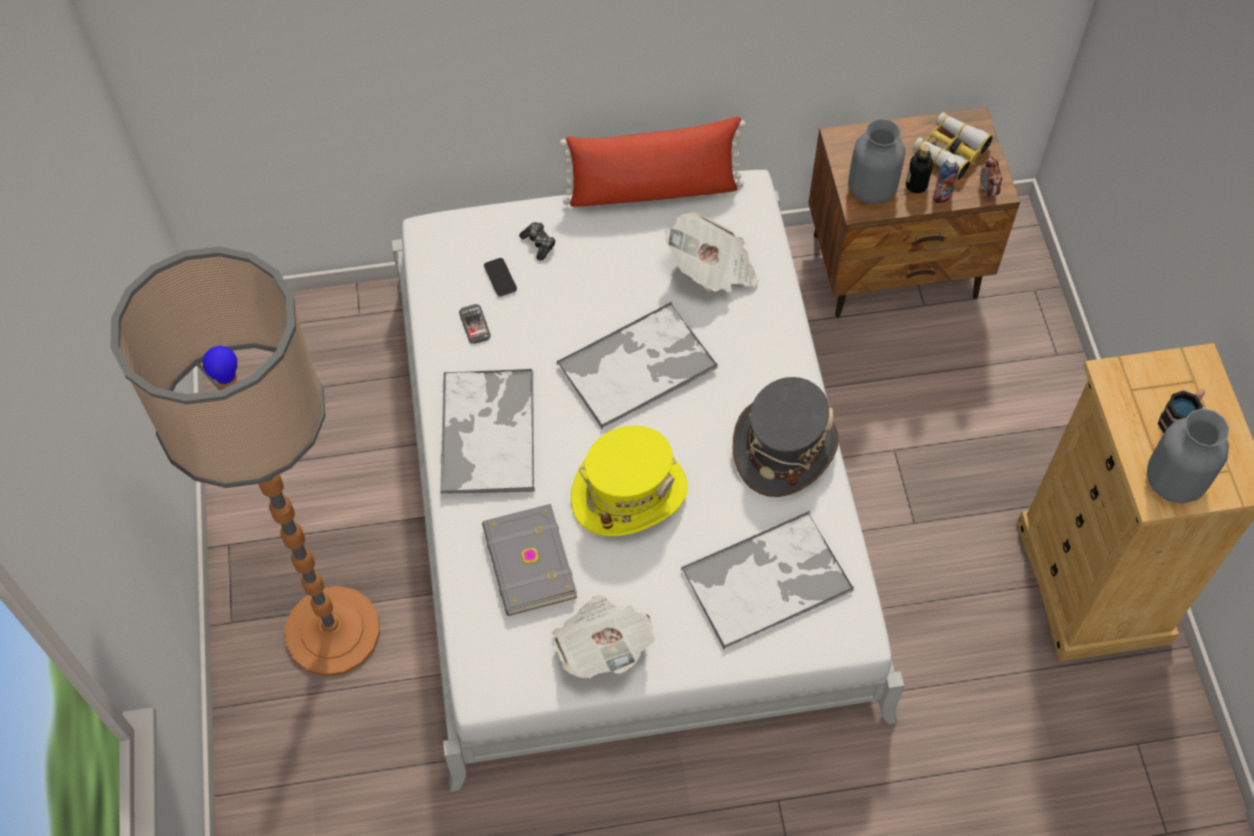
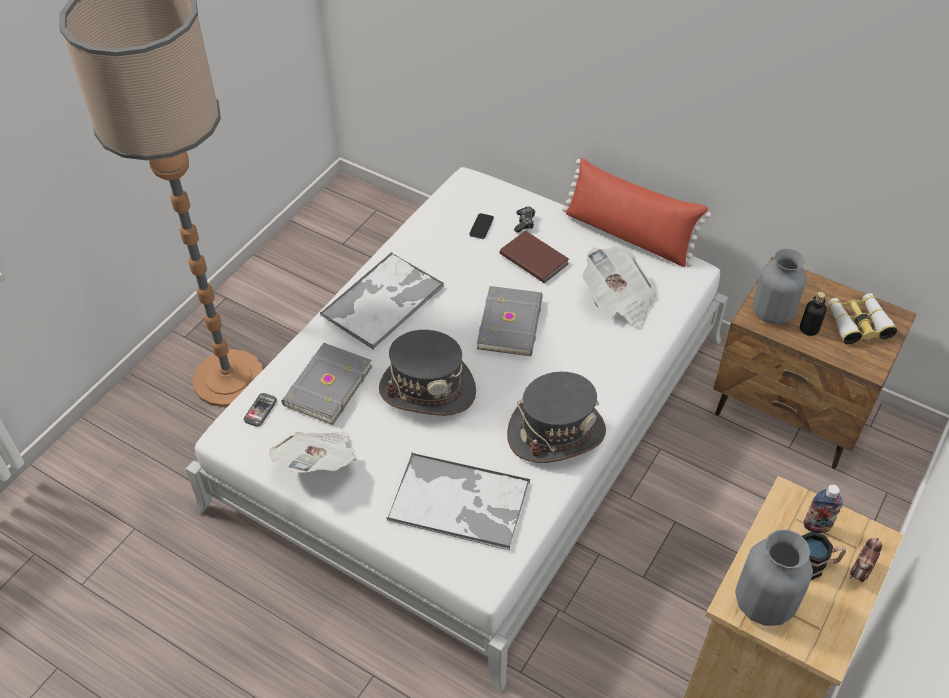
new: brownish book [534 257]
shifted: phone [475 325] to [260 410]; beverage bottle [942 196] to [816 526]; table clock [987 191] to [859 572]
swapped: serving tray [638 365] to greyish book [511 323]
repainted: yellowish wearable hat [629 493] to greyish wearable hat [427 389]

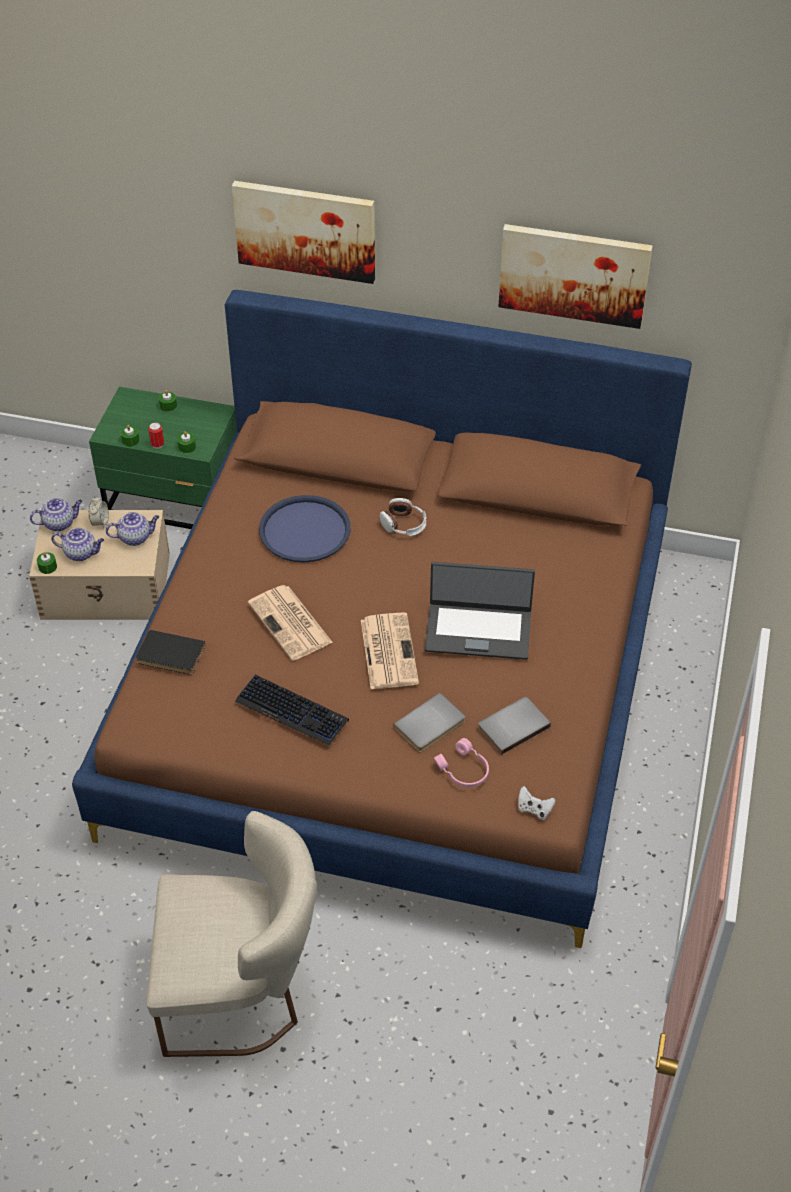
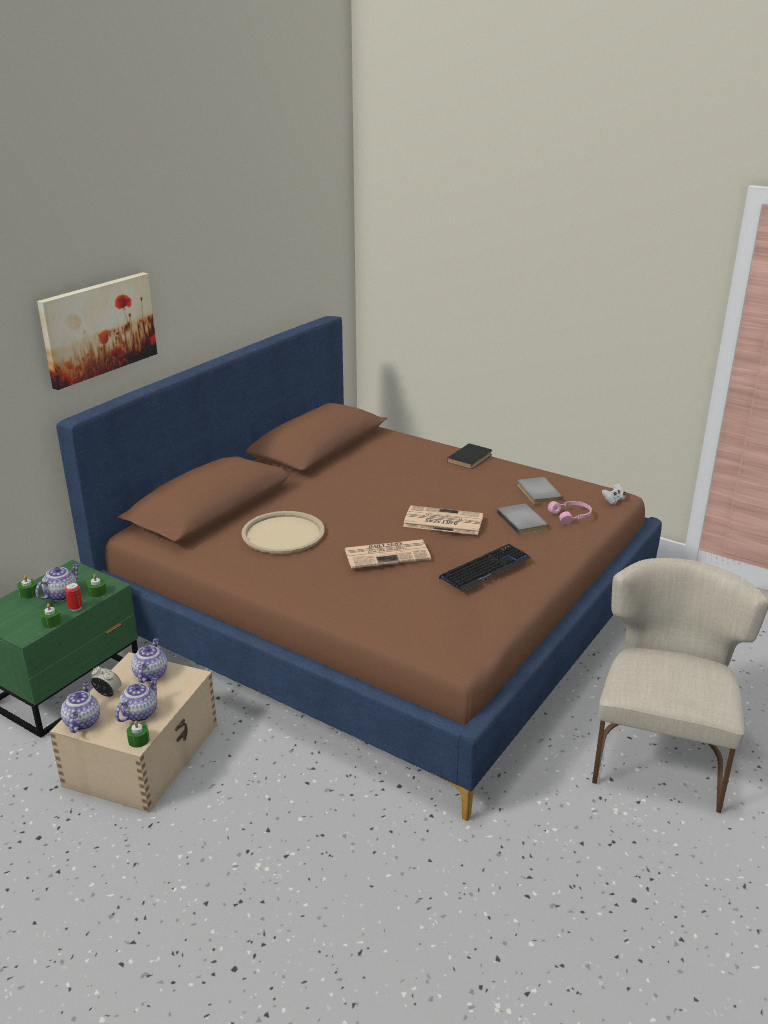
gone: pair of headphones [403 524]; notebook computer [478 630]; picture [574 274]
new: tea pot [61 594]
shifted: black-coloured book [170 656] to [471 458]
repainted: bluish serving tray [305 530] to beige-coloured serving tray [283 533]

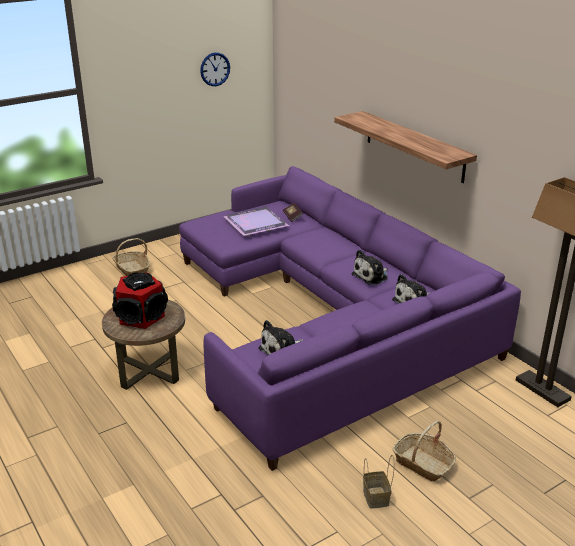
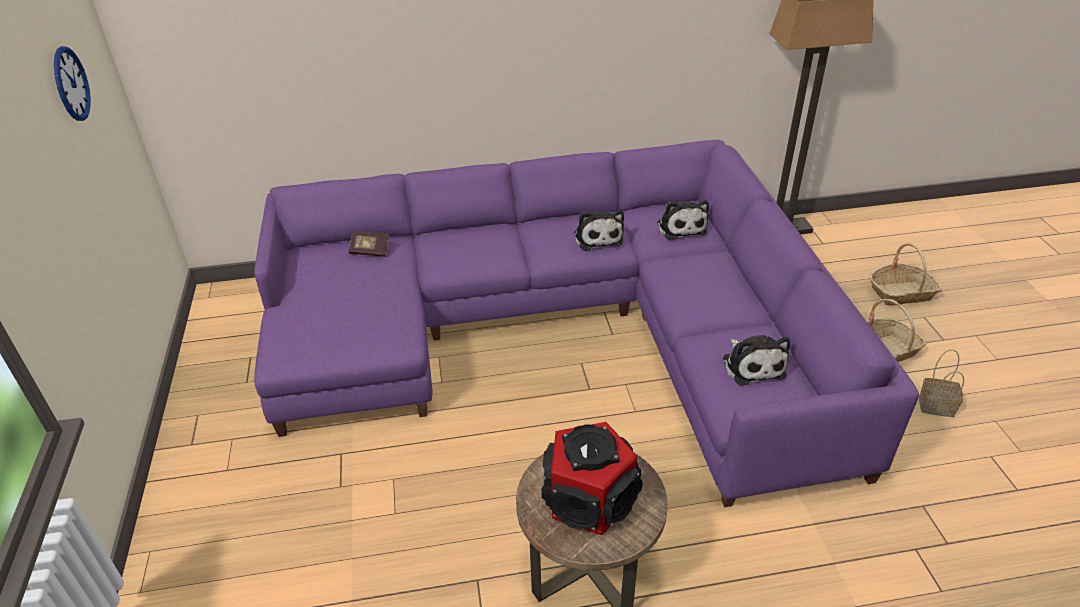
gone: purplish serving tray [256 222]; wall shelf [414 146]
shifted: household basket [132 269] to [901 293]

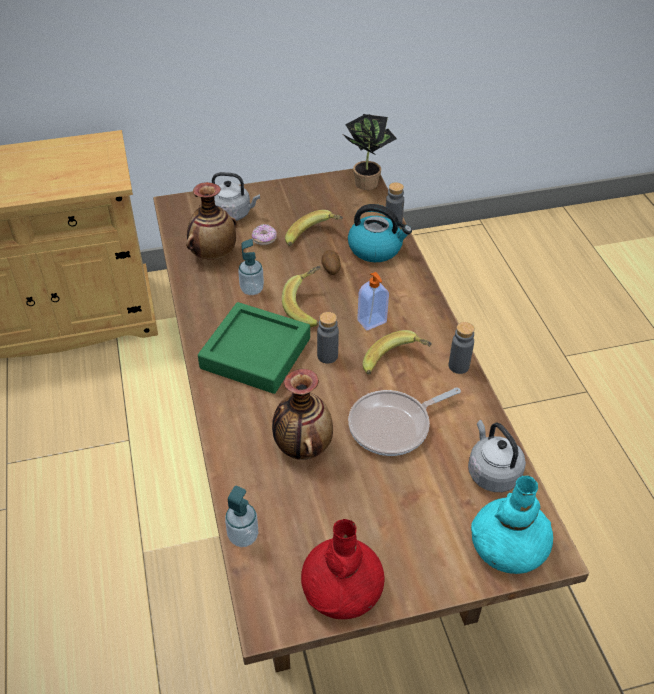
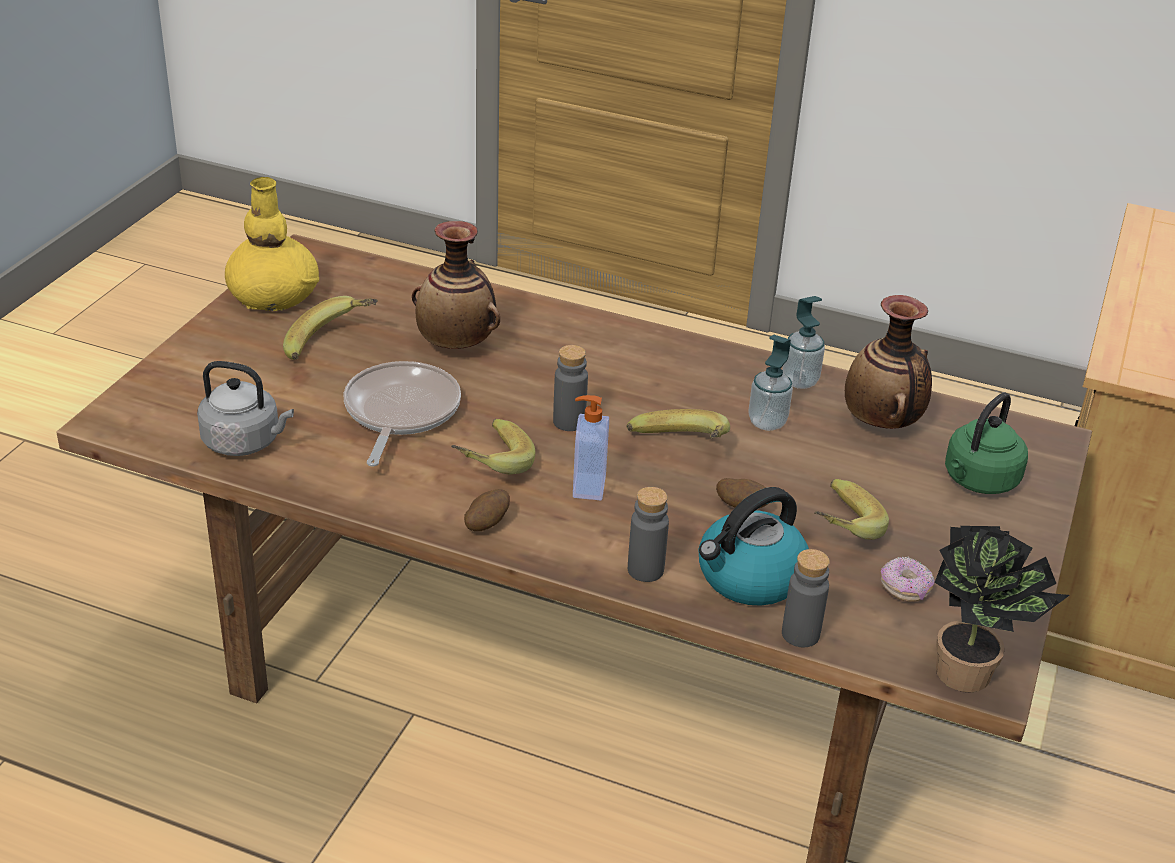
gone: green serving tray [255 353]; turquoise flower vase [508 547]
new: whole banana [332 345]; whole potato [486 524]
shifted: greyish beverage bottle [458 366] to [645 570]; soap bottle [243 536] to [799 381]; doughnut [264 240] to [905 589]
repainted: red-coloured flower vase [342 589] to yellowish flower vase [273 296]; greyish kettle [233 214] to green kettle [978 481]

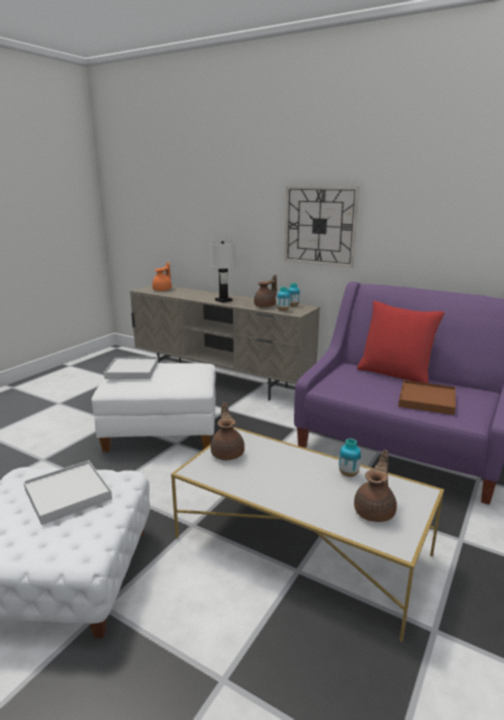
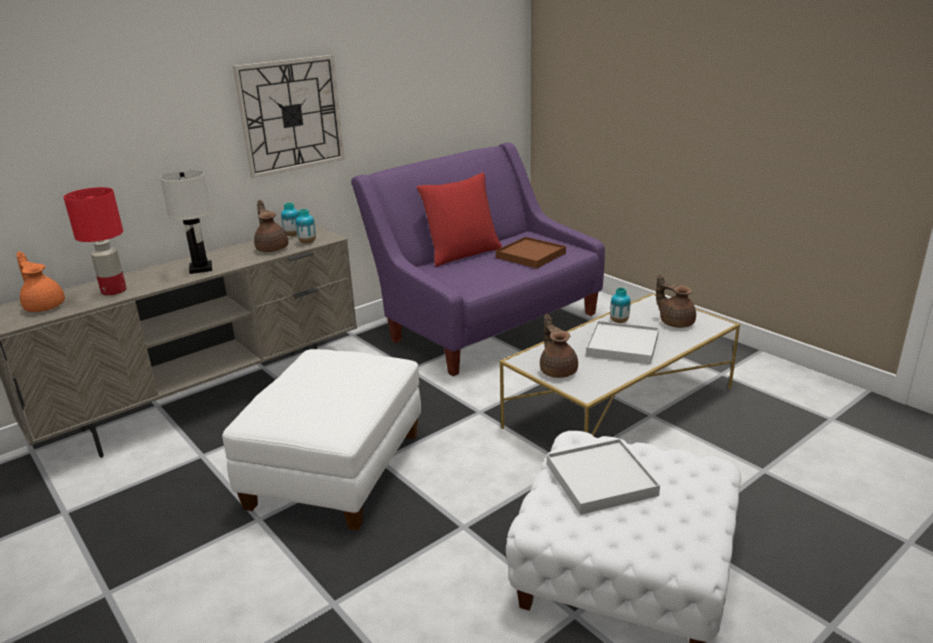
new: red-coloured table lamp [114 291]
shifted: whitish serving tray [132 370] to [622 346]
rotated: brownish tea pot [228 453] = [558 370] 60 degrees clockwise

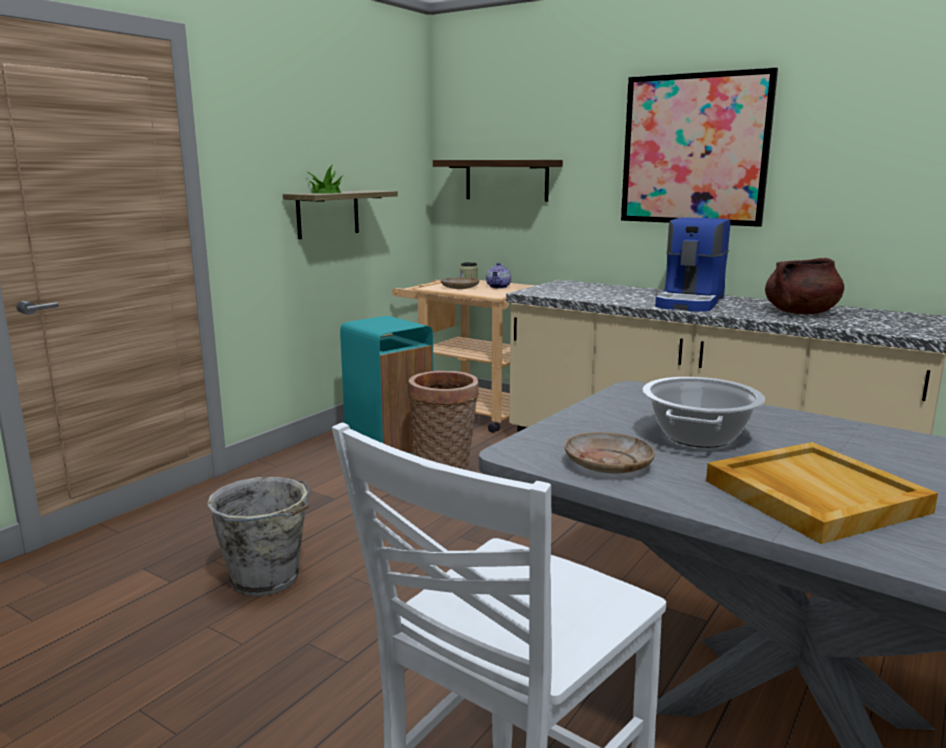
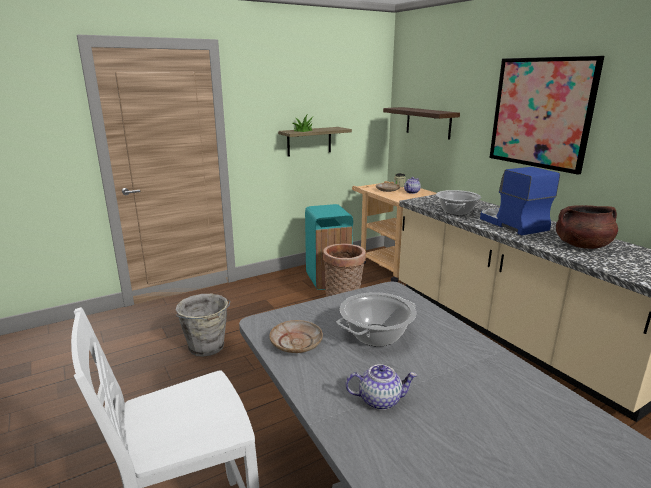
new: stockpot [456 212]
swapped: beige-coloured serving tray [812 496] to tea pot [380 400]
rotated: coffee brewer [691 302] = [511 224] 105 degrees clockwise

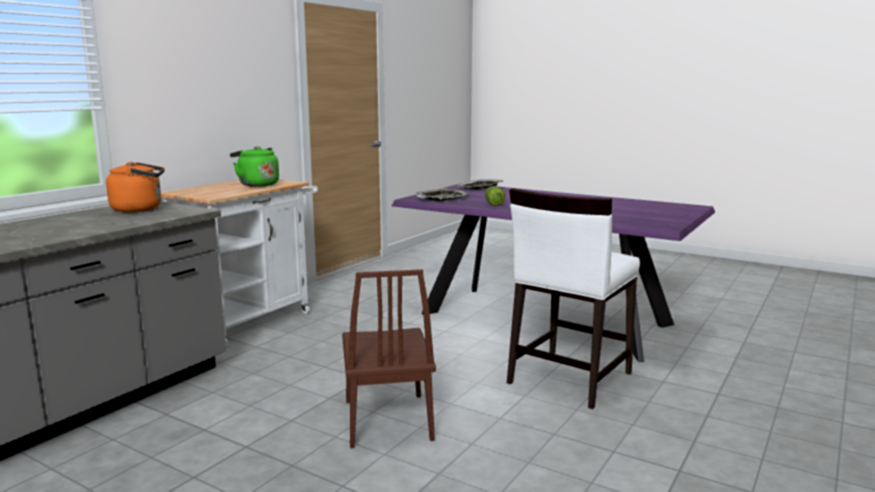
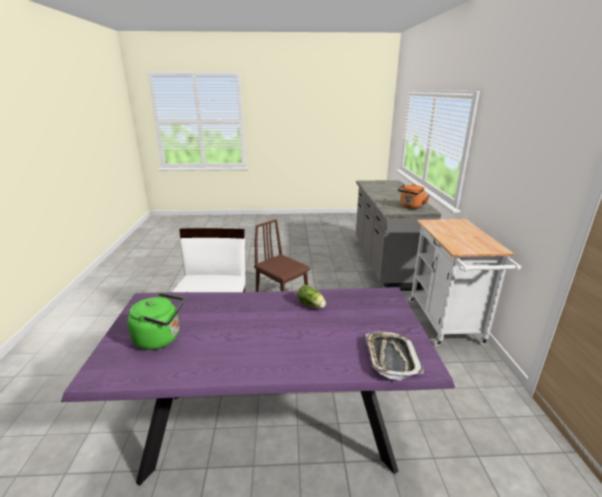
gone: serving tray [442 198]
shifted: green kettle [257 184] to [161 338]

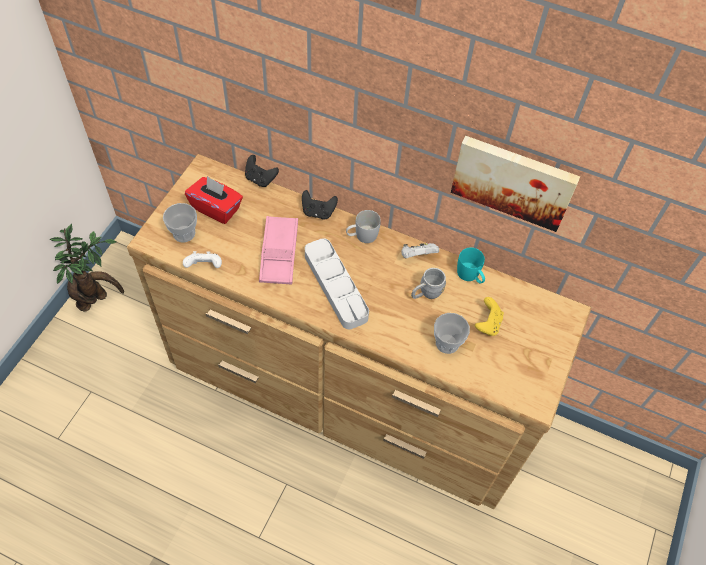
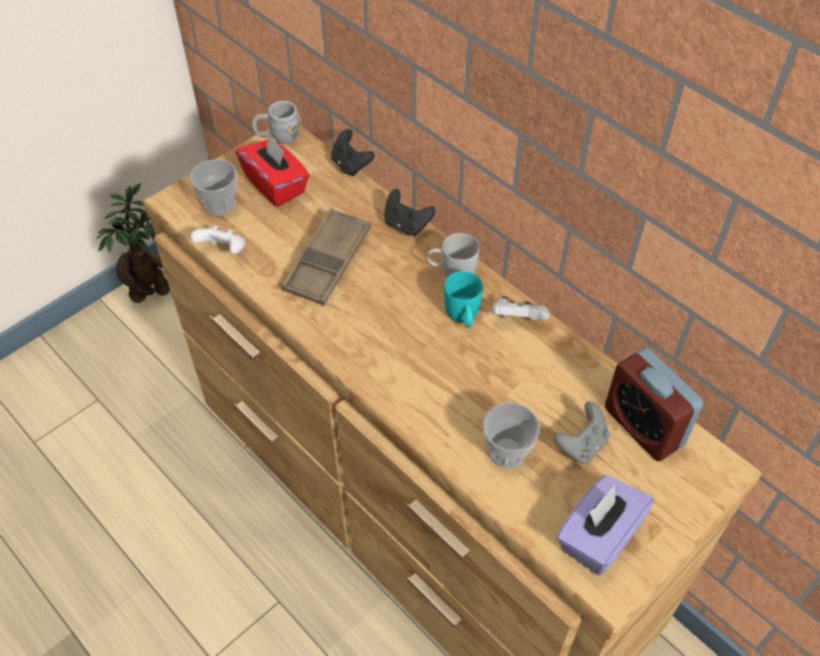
gone: greyish serving tray [335 286]; picture [513 181]
new: purplish tissue holder [598 536]; table clock [643 426]
shifted: greyish tea mug [426 293] to [278 137]; turquoise tea mug [470 276] to [463 316]
repainted: pink serving tray [279 253] to brownish serving tray [328 262]; yellowish joypad [487 324] to greyish joypad [581 445]

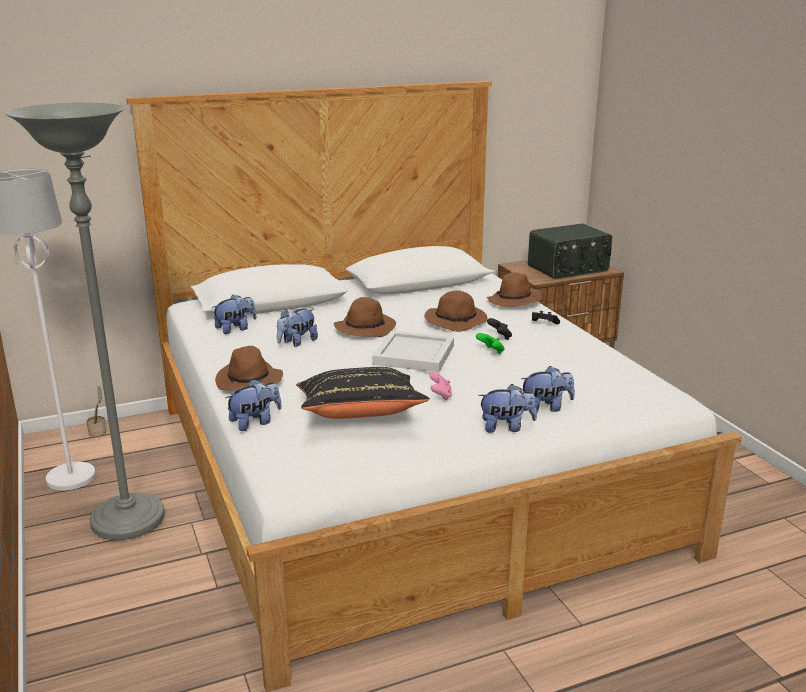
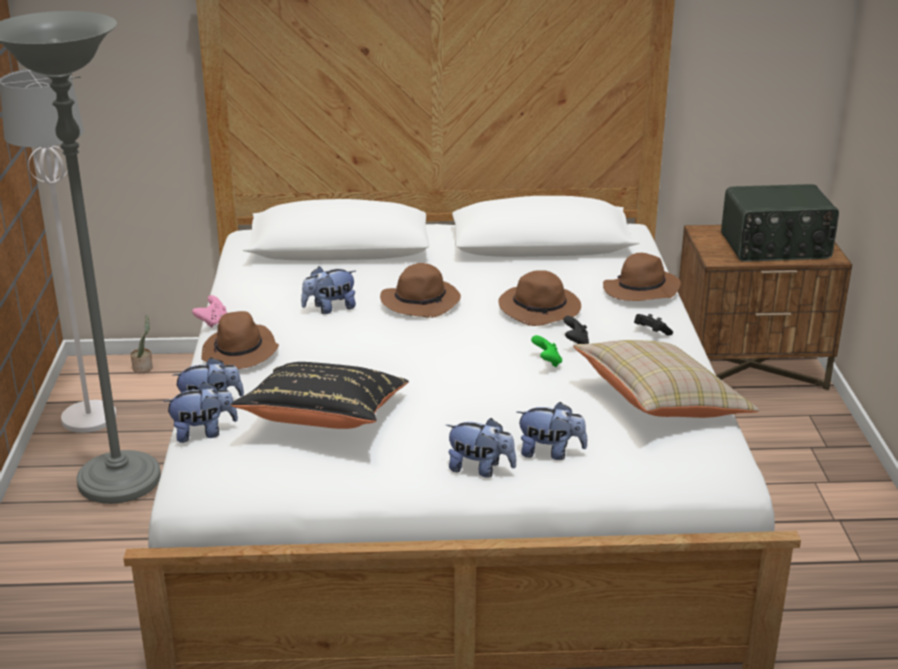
gone: whitish serving tray [412 355]
new: beige-coloured pillow [660 404]
shifted: soft toy [235 329] to [203 433]; pink joypad [440 396] to [212 322]

